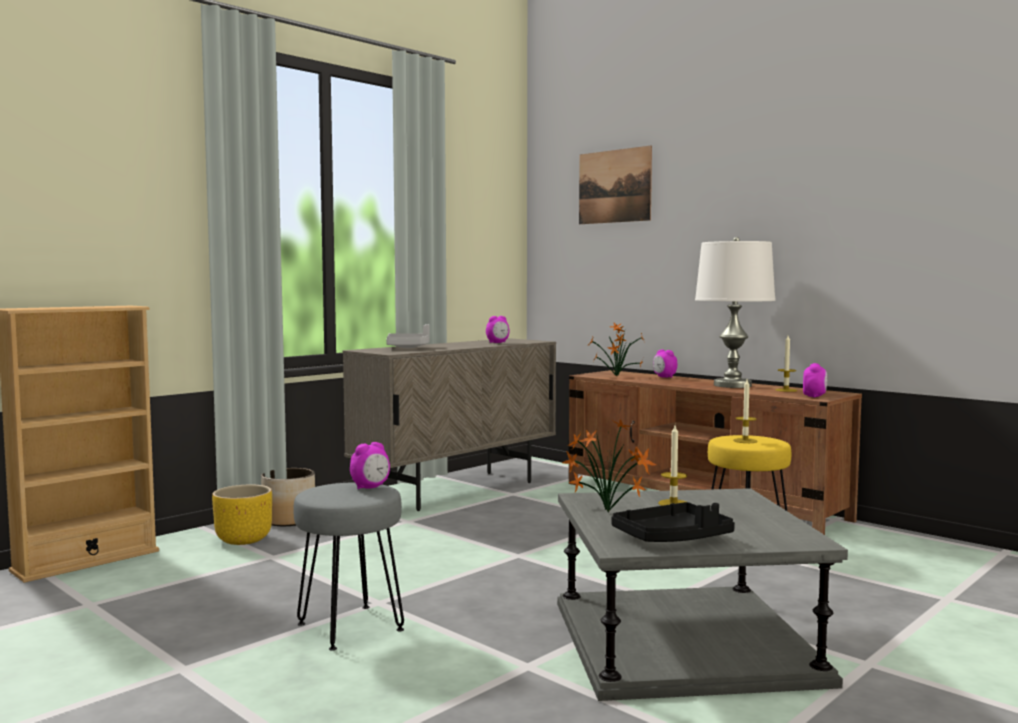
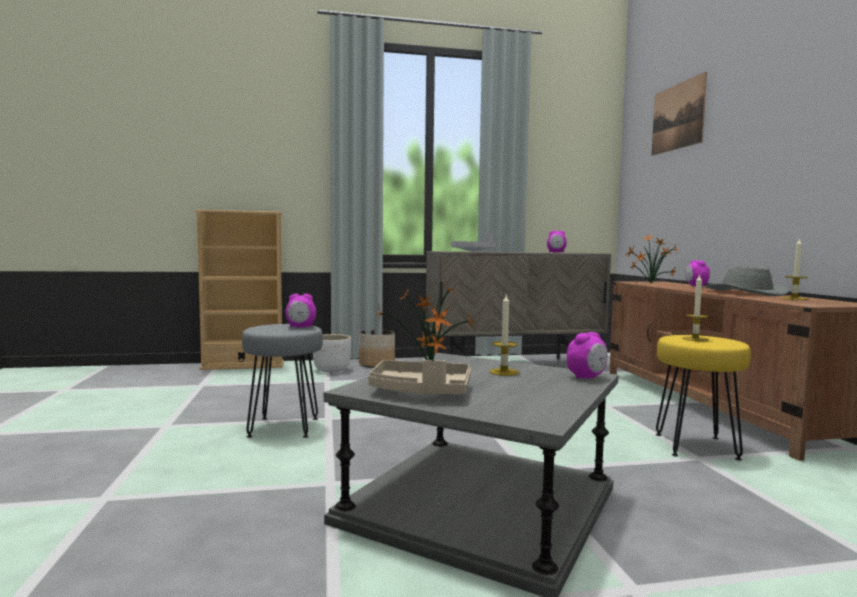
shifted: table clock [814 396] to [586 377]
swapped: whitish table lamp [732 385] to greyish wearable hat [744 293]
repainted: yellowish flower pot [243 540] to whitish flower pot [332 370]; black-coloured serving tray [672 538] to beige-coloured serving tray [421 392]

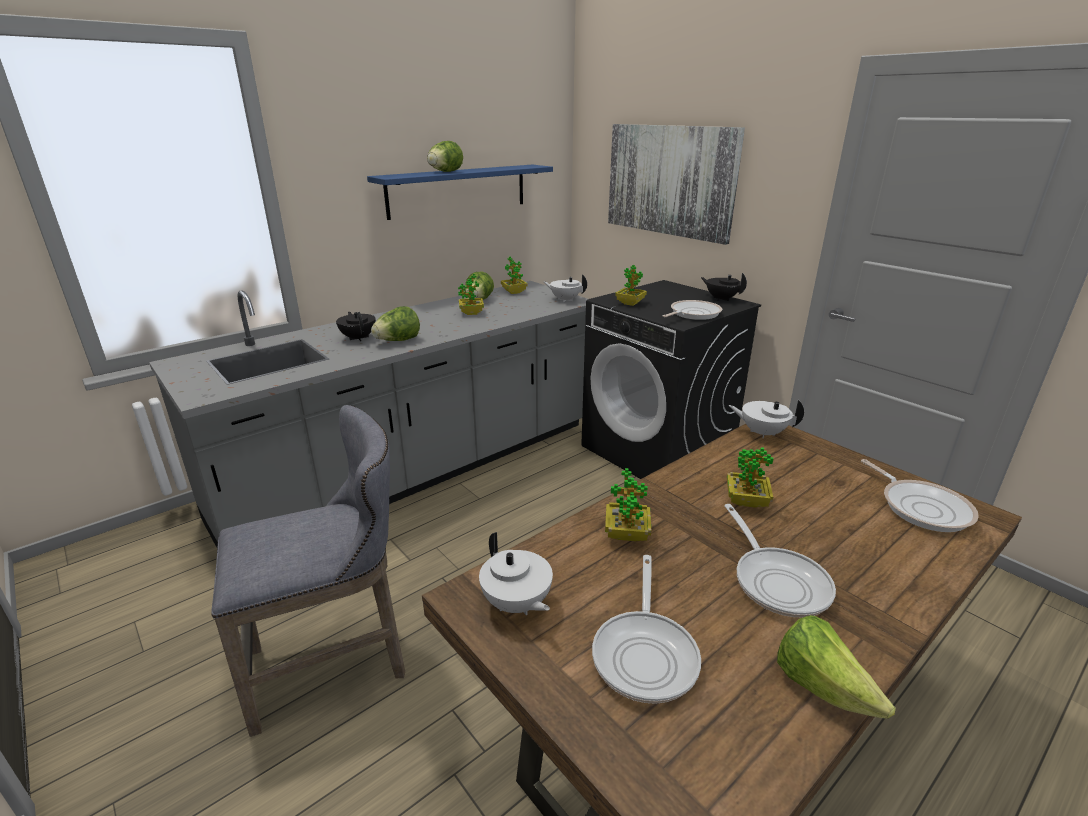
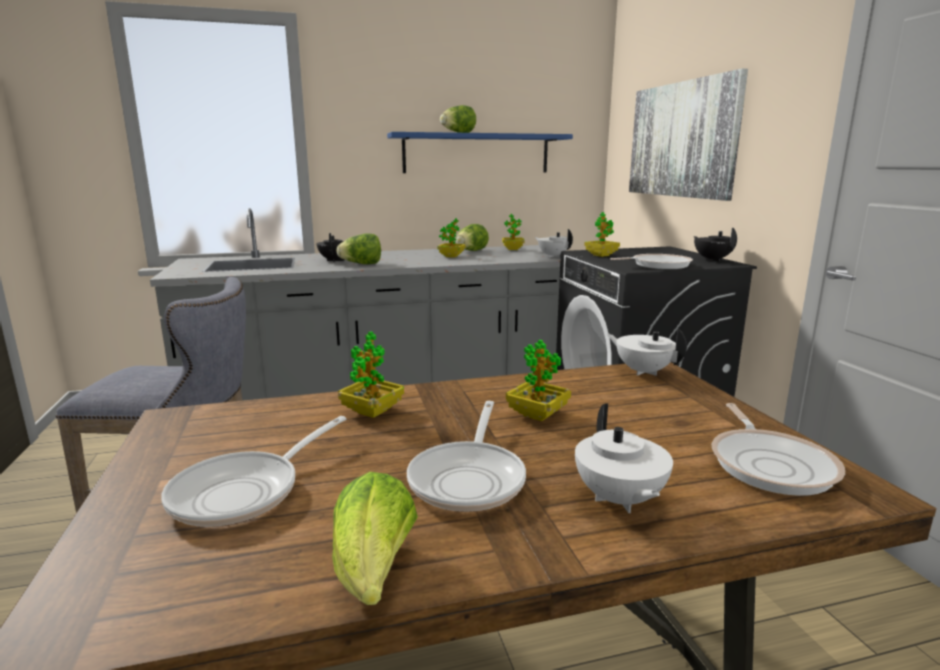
shifted: whitish tea pot [516 604] to [619 500]

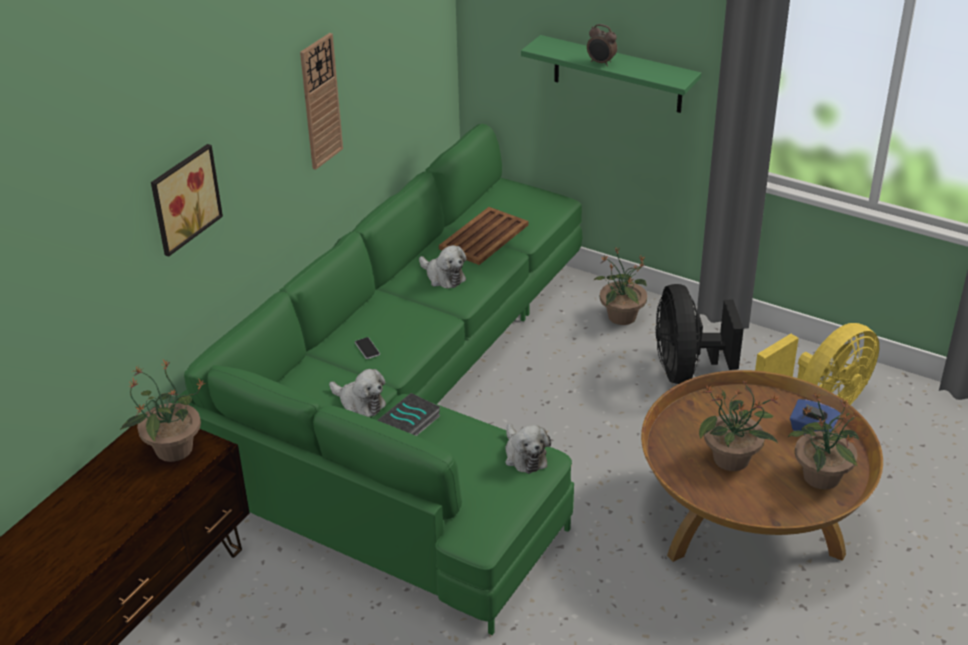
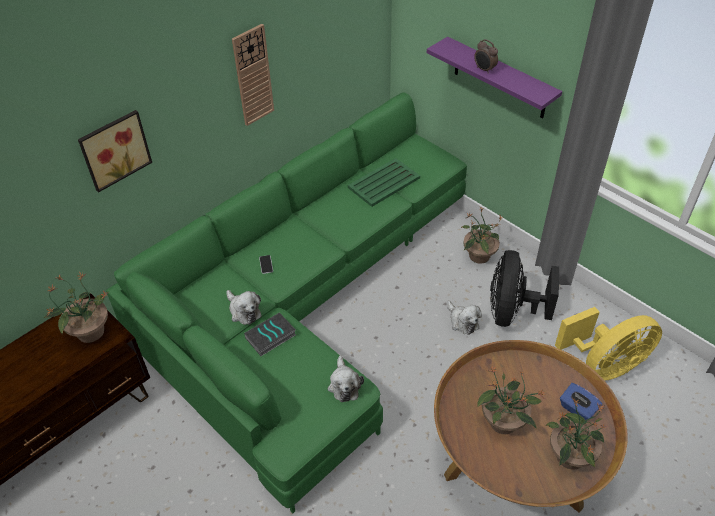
shifted: soft toy [443 277] to [462 321]
repainted: brownish serving tray [484 236] to green serving tray [384 182]; green wall shelf [617 74] to purplish wall shelf [500 78]

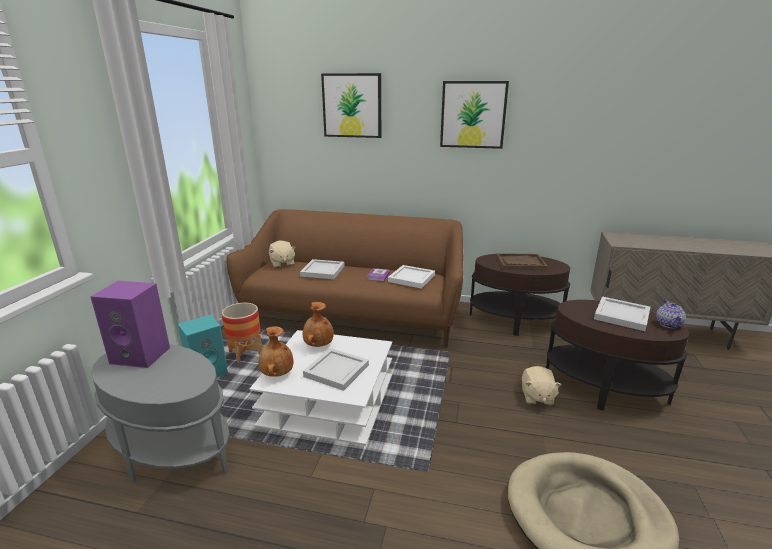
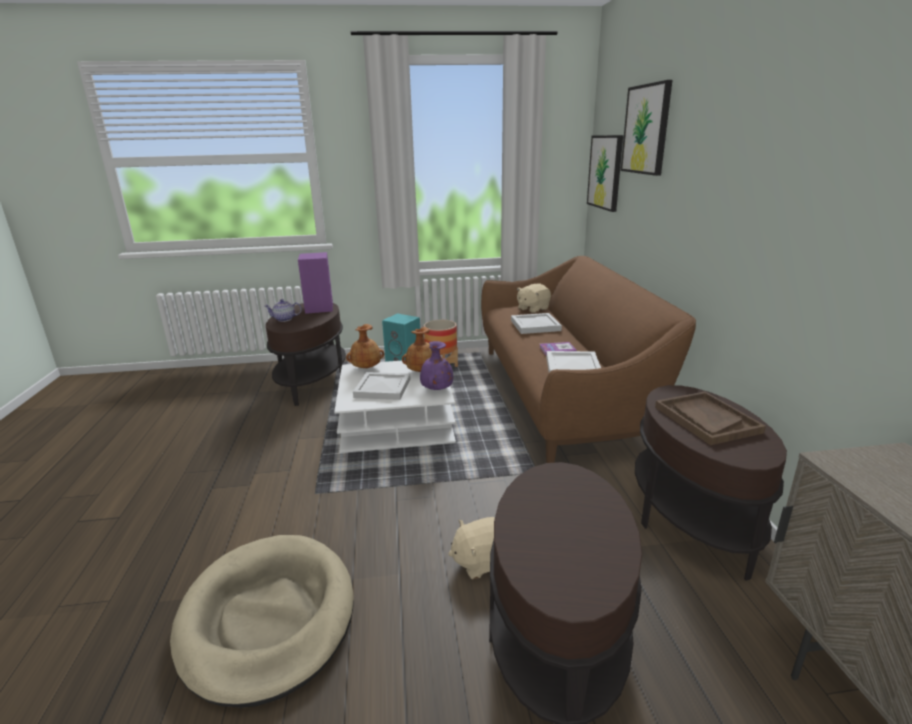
gone: whitish serving tray [622 316]
new: purplish flower vase [436 389]
shifted: tea pot [668 324] to [285 319]; picture [473 115] to [605 172]
repainted: greyish side table [172 450] to brownish side table [313 383]

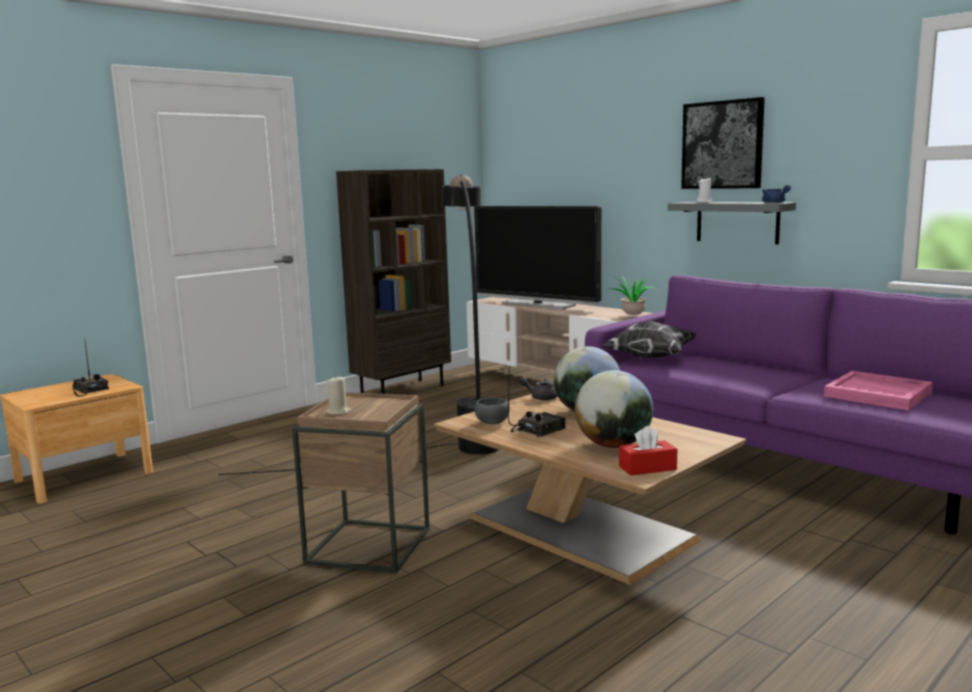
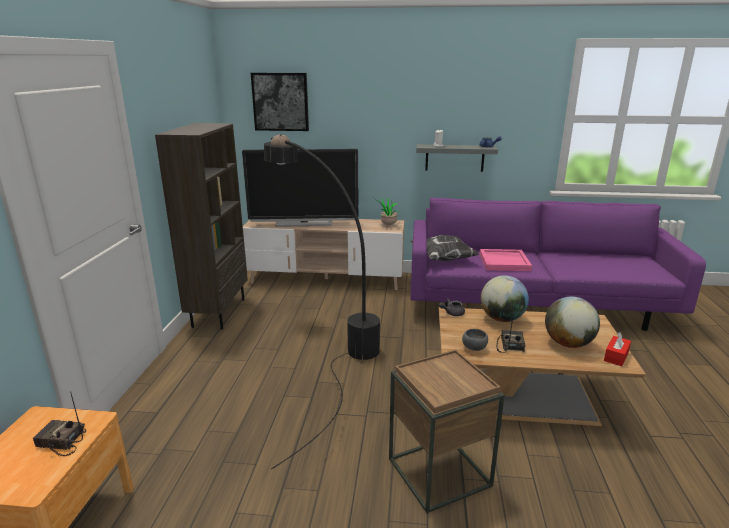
gone: beige-coloured candle [338 412]
shifted: picture [722 145] to [280 102]; pink serving tray [879 394] to [504 262]

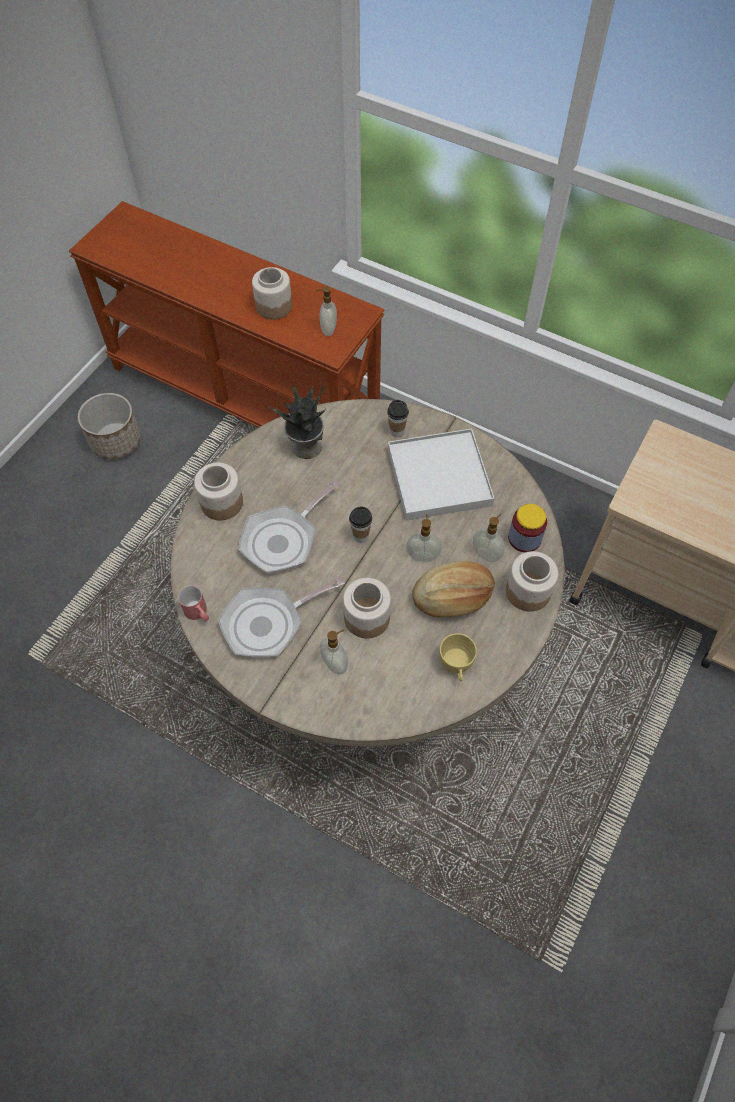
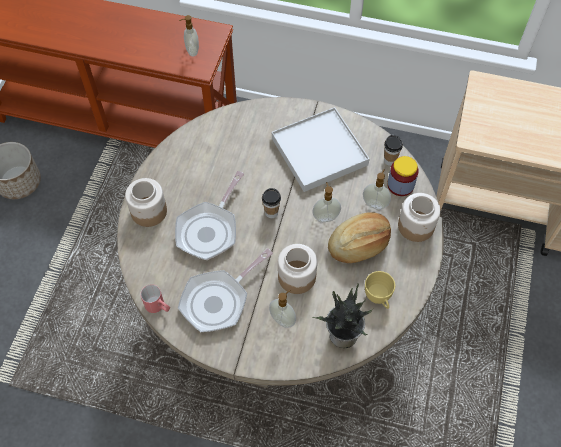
gone: storage jar [273 306]
shifted: houseplant [305 448] to [342 336]; drinking cup [397 431] to [390 160]

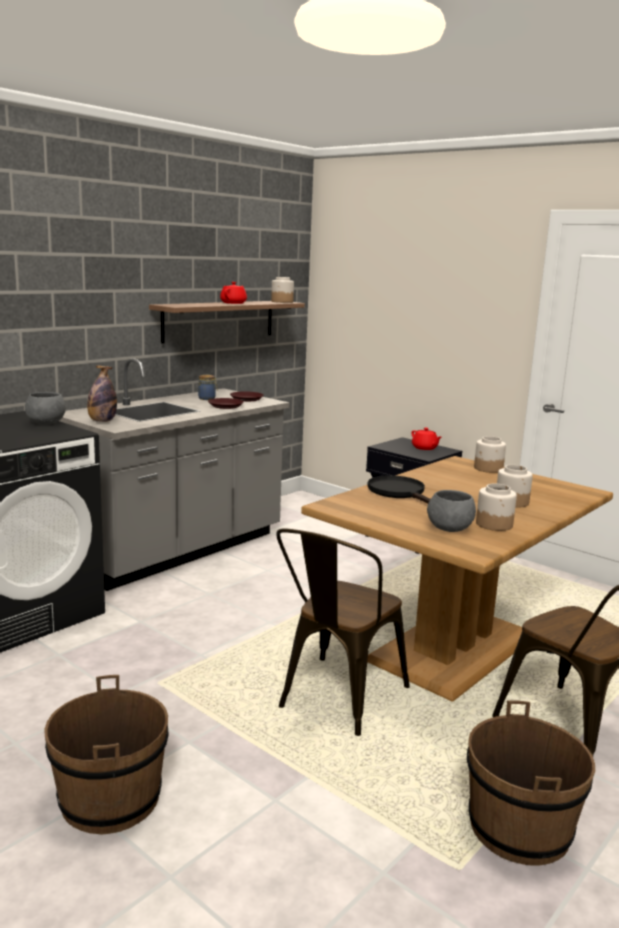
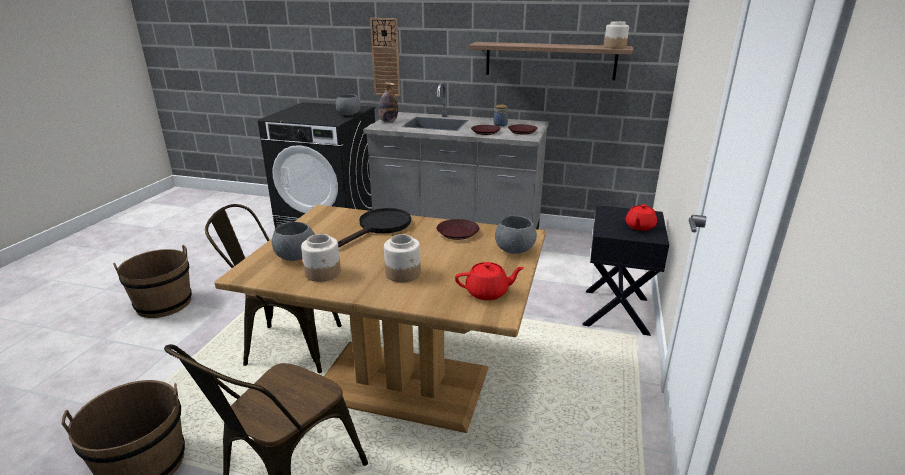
new: wall clock [386 57]; brownish dinner plate [458 233]
shifted: red-coloured tea pot [234 303] to [488 292]
swapped: storage jar [488 469] to greyish serving bowl [514 250]

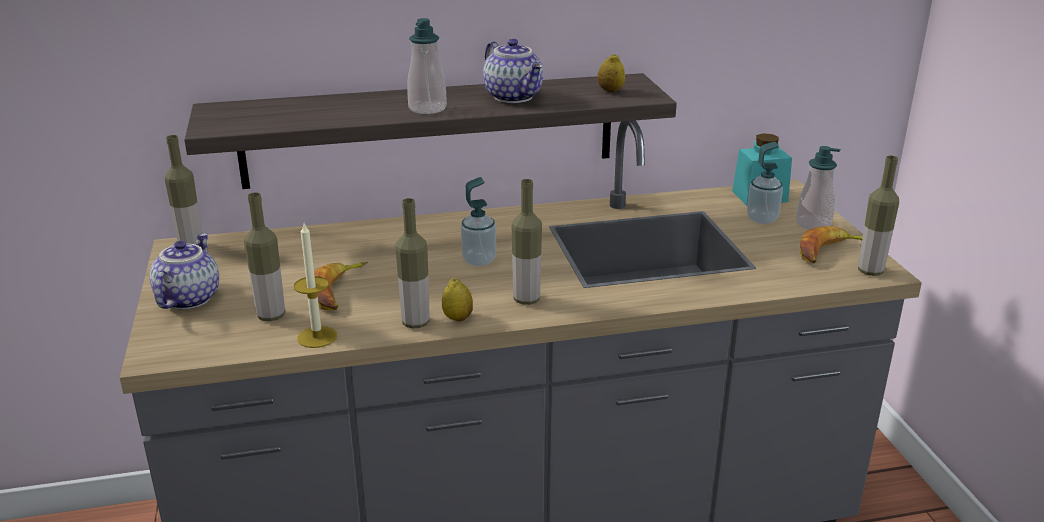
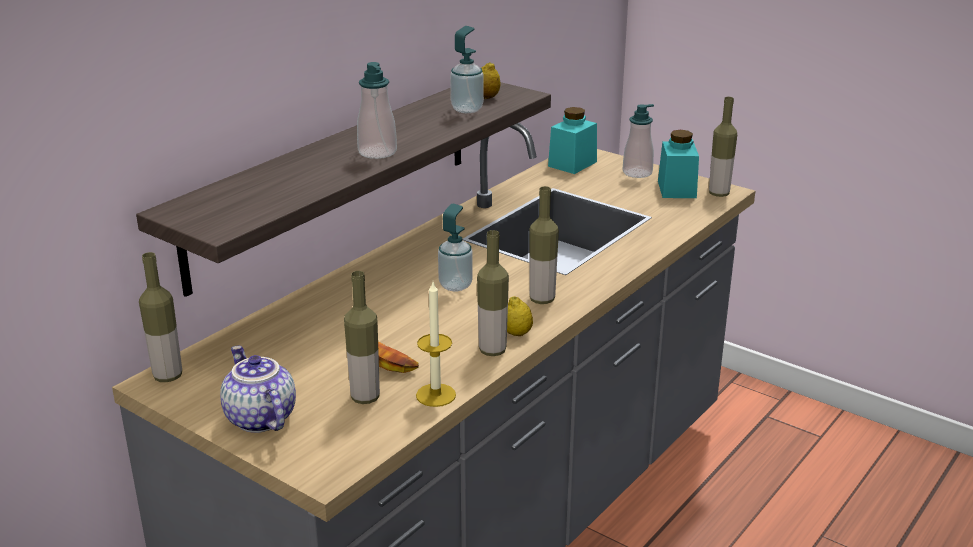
gone: tea pot [514 97]
shifted: soap bottle [762 219] to [467 109]
swapped: whole banana [829 252] to turquoise storage jar [676 189]

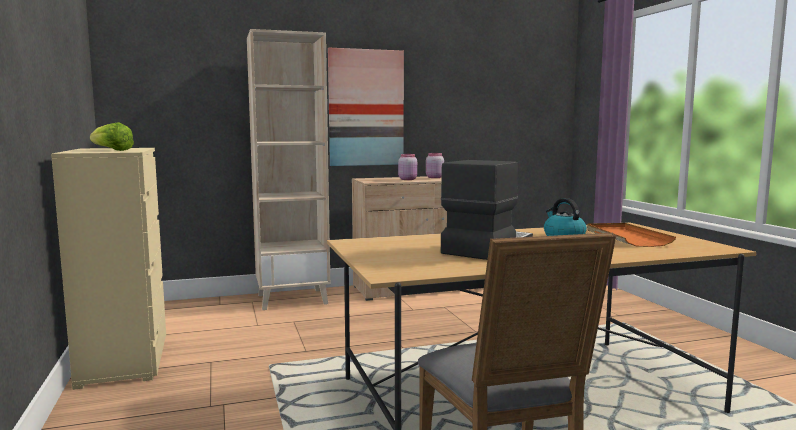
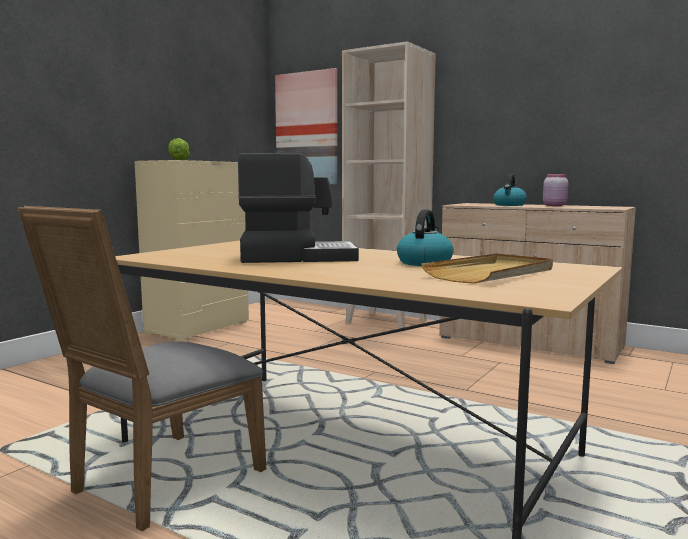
shifted: picture [366 108] to [307 129]
swapped: pink storage jar [408 179] to kettle [509 205]
repainted: orange-coloured serving tray [626 237] to beige-coloured serving tray [492 273]

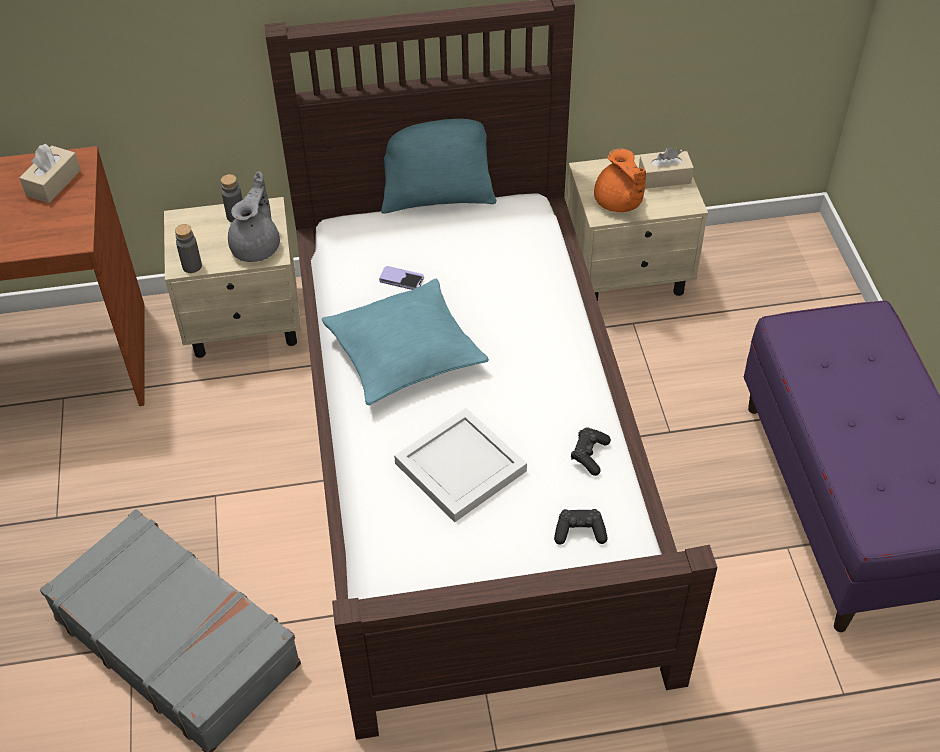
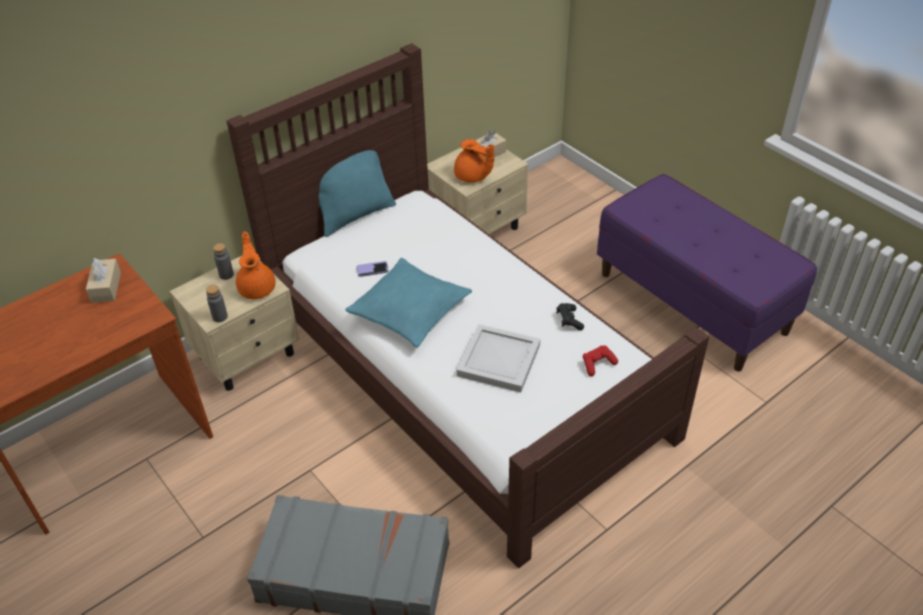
repainted: greyish tea pot [257 246] to orange-coloured tea pot [257 287]; black-coloured joypad [579 532] to red-coloured joypad [598 364]

